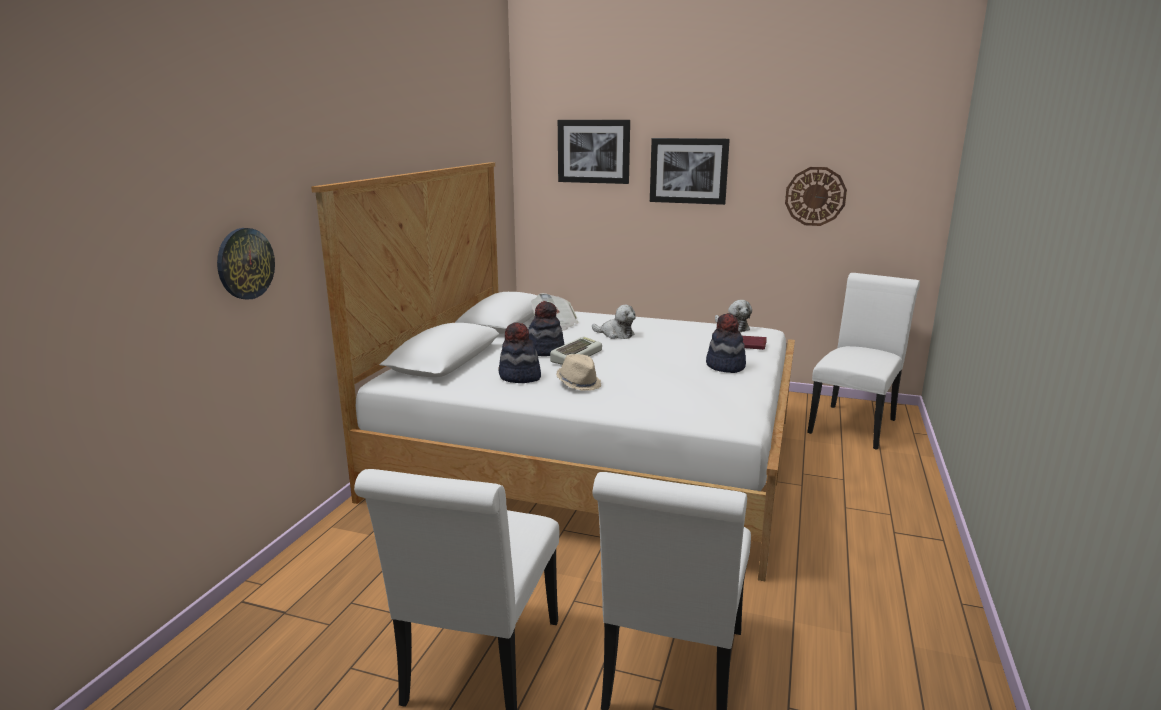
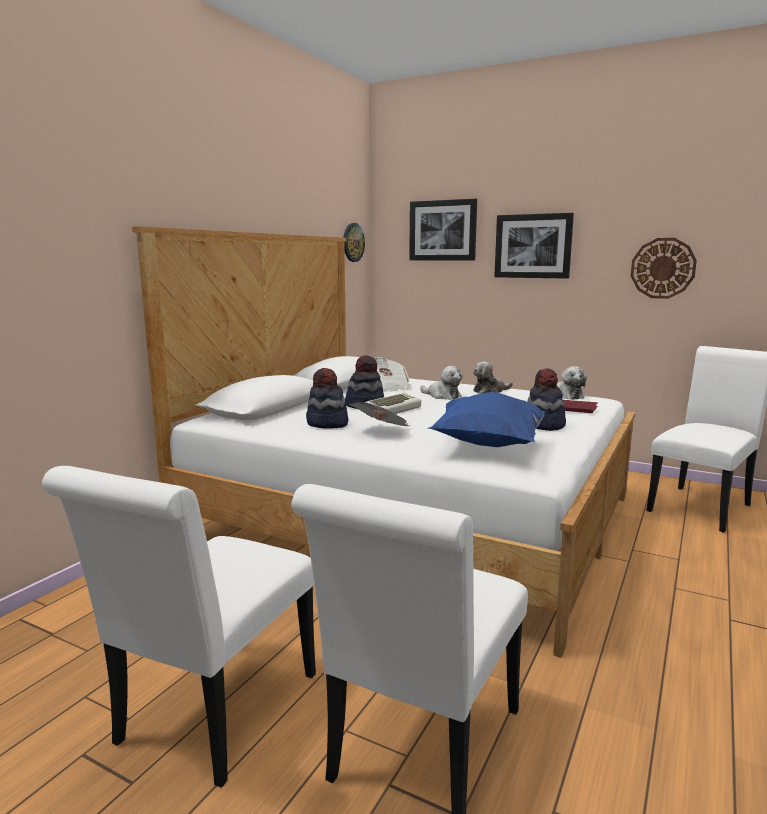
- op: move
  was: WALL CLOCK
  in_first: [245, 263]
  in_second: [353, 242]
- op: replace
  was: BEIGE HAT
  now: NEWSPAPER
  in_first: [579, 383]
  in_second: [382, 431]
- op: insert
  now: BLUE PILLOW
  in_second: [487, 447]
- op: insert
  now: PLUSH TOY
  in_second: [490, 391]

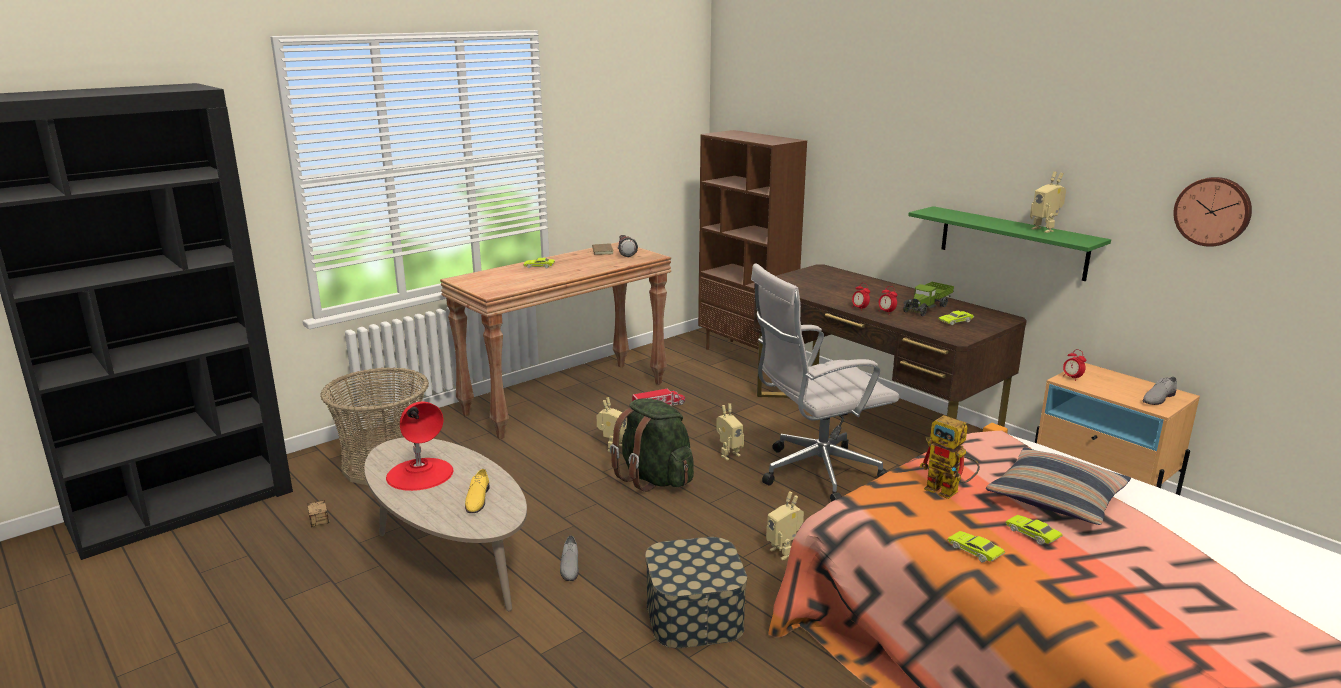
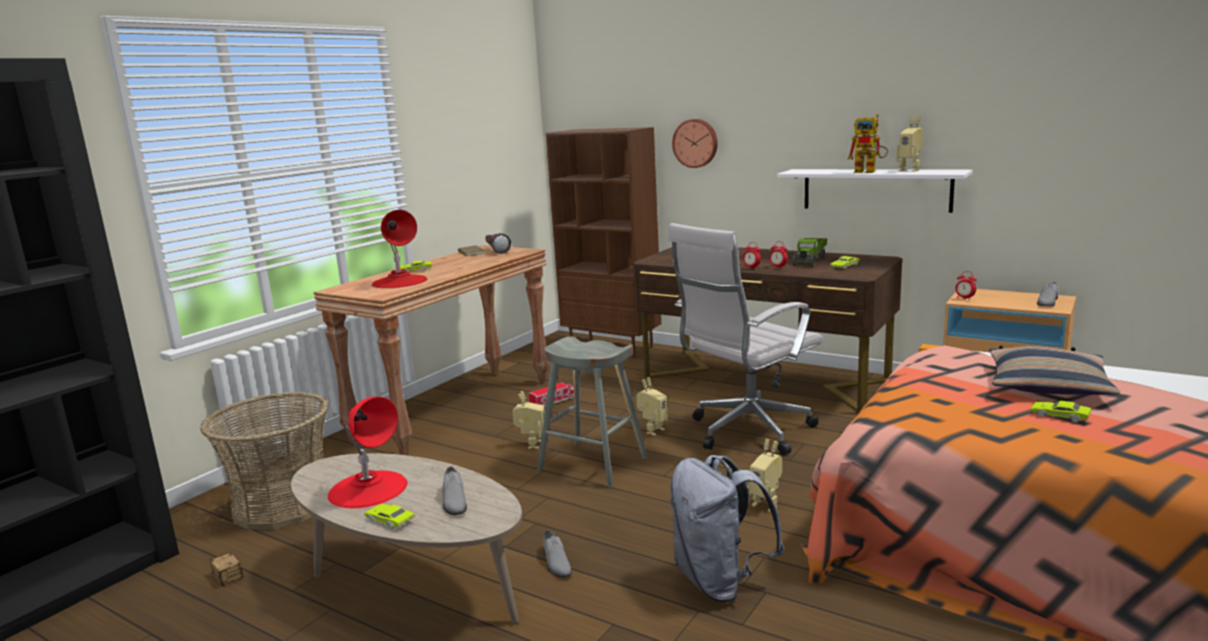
- op: recolor
  was: YELLOW SHOE
  now: GREY SHOE
  in_first: [477, 499]
  in_second: [453, 500]
- op: replace
  was: GREEN BACKPACK
  now: GREY STOOL
  in_first: [654, 479]
  in_second: [593, 464]
- op: replace
  was: STORAGE BOX
  now: GREY BACKPACK
  in_first: [694, 615]
  in_second: [720, 582]
- op: recolor
  was: GREEN SHELF
  now: WHITE SHELF
  in_first: [1012, 242]
  in_second: [876, 189]
- op: move
  was: TOY ROBOT
  in_first: [949, 491]
  in_second: [870, 171]
- op: move
  was: GREEN TOY CAR
  in_first: [974, 551]
  in_second: [390, 520]
- op: move
  was: WALL CLOCK
  in_first: [1213, 211]
  in_second: [695, 143]
- op: insert
  now: RED TABLE LAMP
  in_second: [400, 281]

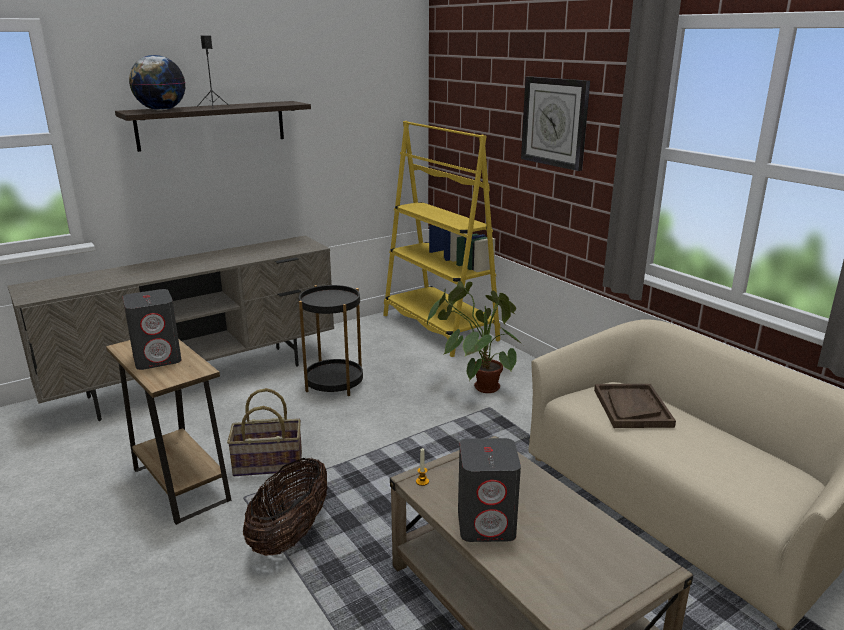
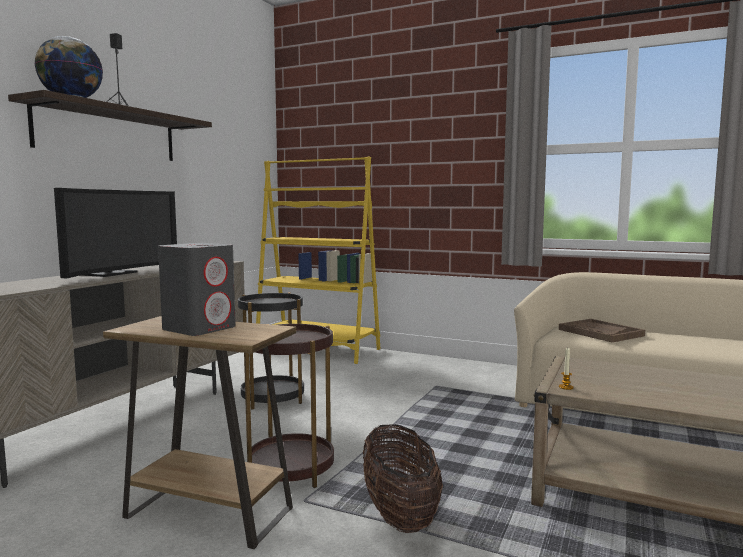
- op: replace
  was: BASKET
  now: BROWN SIDE TABLE
  in_first: [267, 464]
  in_second: [291, 469]
- op: delete
  was: POTTED PLANT
  in_first: [476, 383]
- op: delete
  was: GREY SPEAKER
  in_first: [487, 524]
- op: delete
  was: WALL CLOCK
  in_first: [555, 122]
- op: insert
  now: TELEVISION
  in_second: [112, 274]

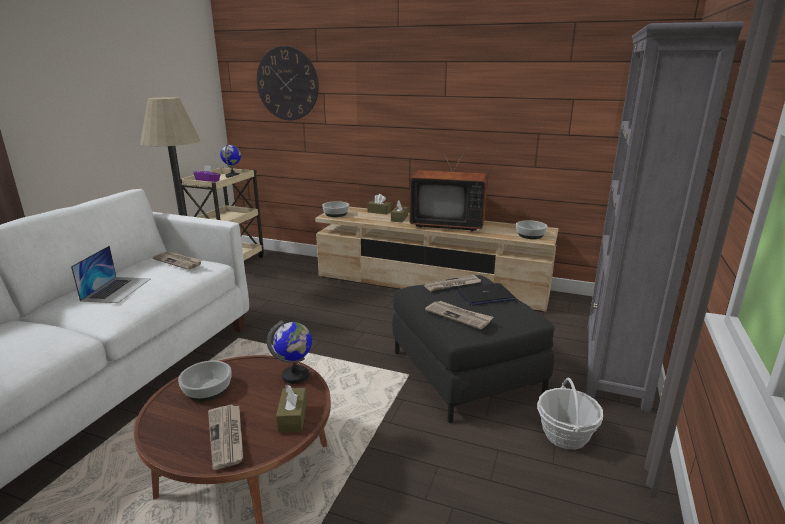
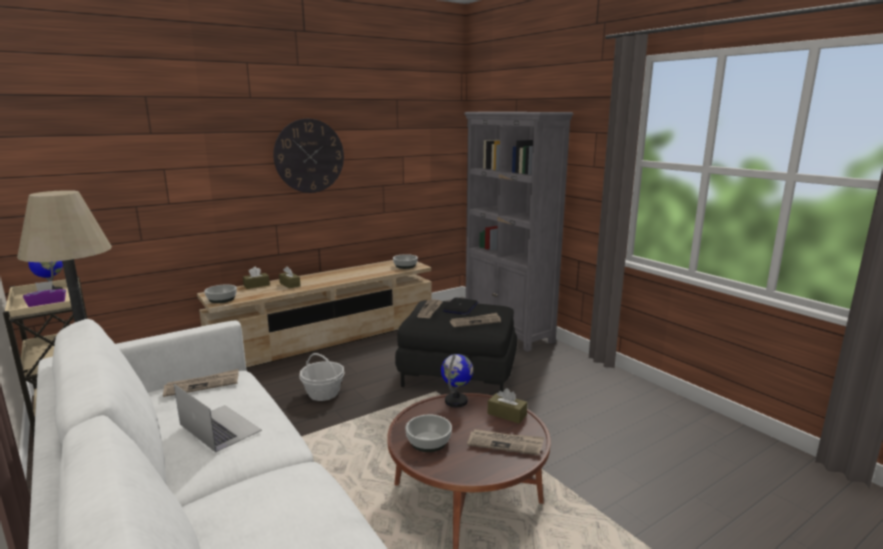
- op: move
  was: WALL CLOCK
  in_first: [287, 84]
  in_second: [309, 156]
- op: delete
  was: TELEVISION
  in_first: [447, 224]
- op: move
  was: BASKET
  in_first: [565, 435]
  in_second: [323, 393]

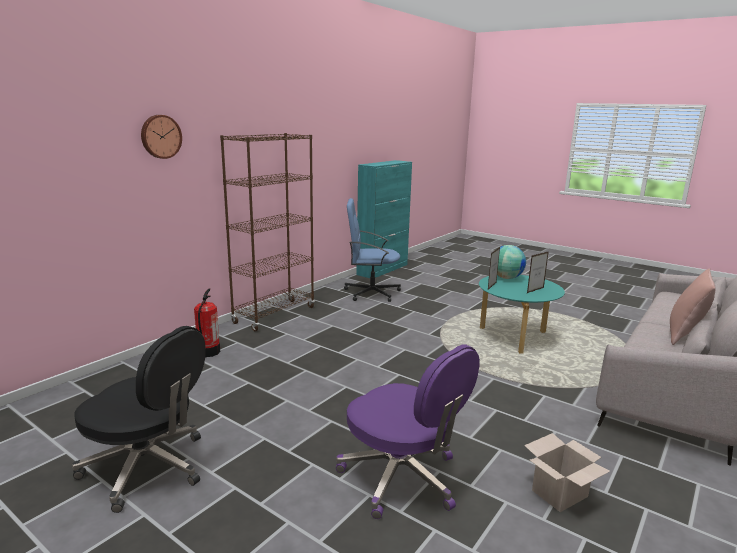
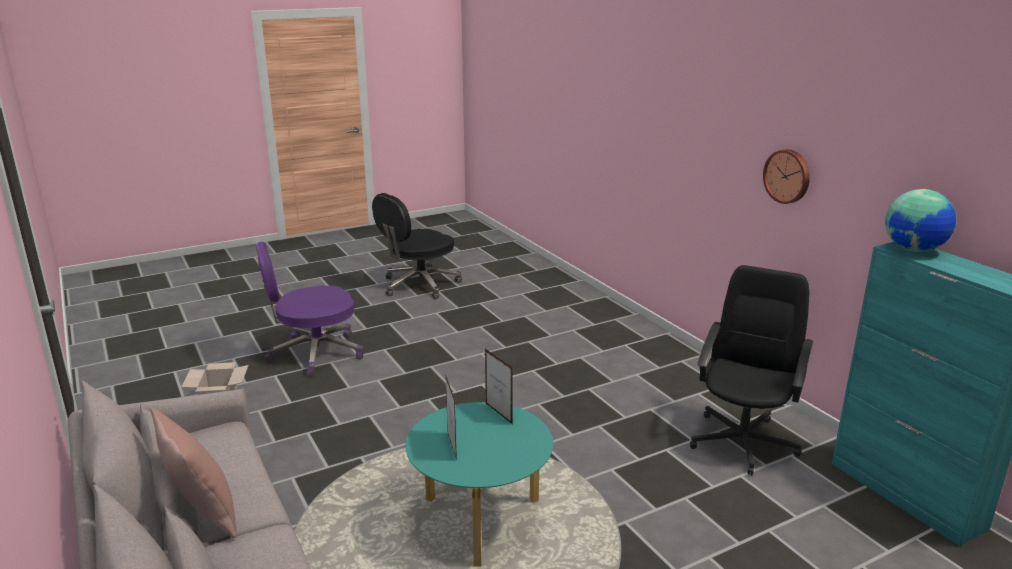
- op: move
  was: WALL CLOCK
  in_first: [160, 136]
  in_second: [788, 176]
- op: delete
  was: FIRE EXTINGUISHER
  in_first: [208, 352]
- op: delete
  was: BROWN BOOKCASE
  in_first: [274, 315]
- op: recolor
  was: BLUE OFFICE CHAIR
  now: BLACK OFFICE CHAIR
  in_first: [371, 293]
  in_second: [743, 441]
- op: move
  was: GLOBE
  in_first: [506, 278]
  in_second: [914, 250]

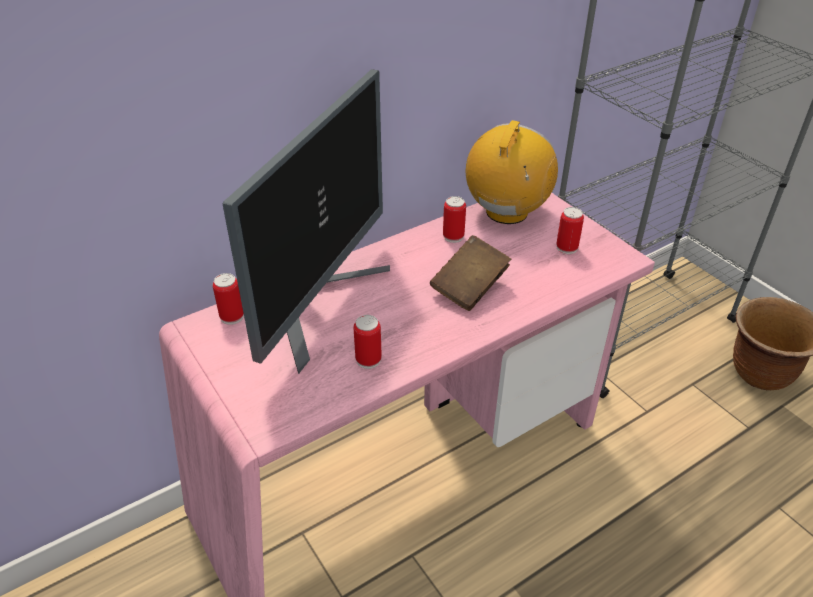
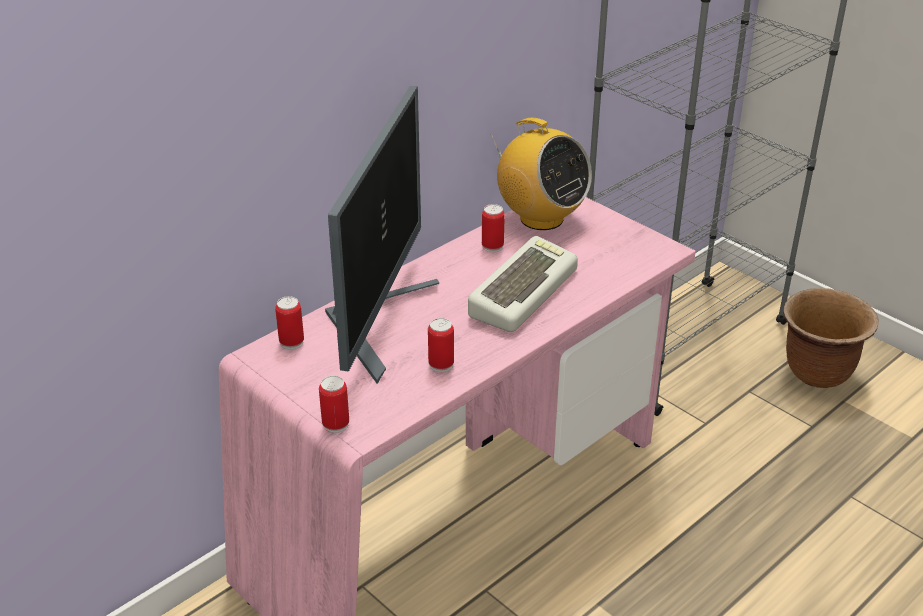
- op: replace
  was: BROWN BOOK
  now: KEYBOARD
  in_first: [469, 287]
  in_second: [521, 291]
- op: rotate
  was: RADIO
  in_first: [506, 212]
  in_second: [540, 218]
  clockwise: 120
- op: move
  was: CAN
  in_first: [566, 248]
  in_second: [335, 424]

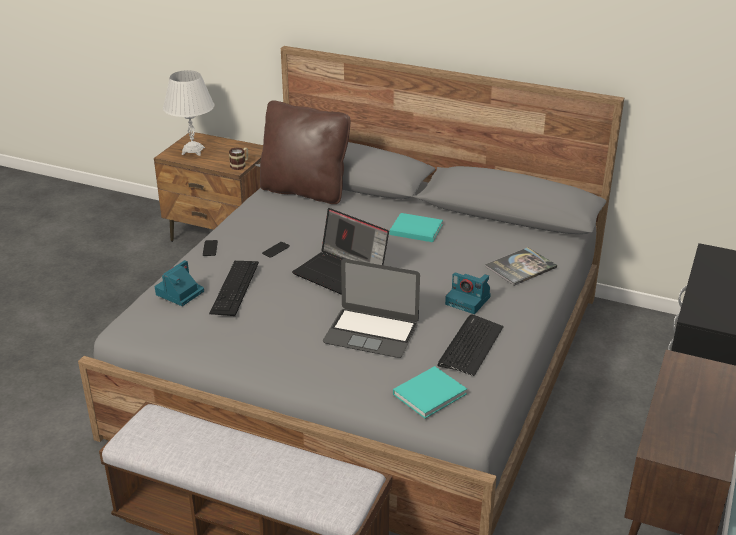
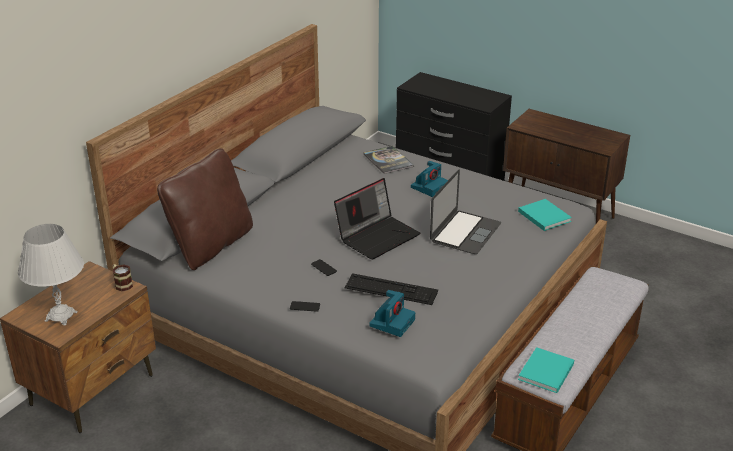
- op: rotate
  was: PHOTO CAMERA
  in_first: [179, 293]
  in_second: [392, 322]
  clockwise: -105
- op: move
  was: TURQUOISE BOOK
  in_first: [414, 229]
  in_second: [545, 373]
- op: delete
  was: KEYBOARD
  in_first: [470, 346]

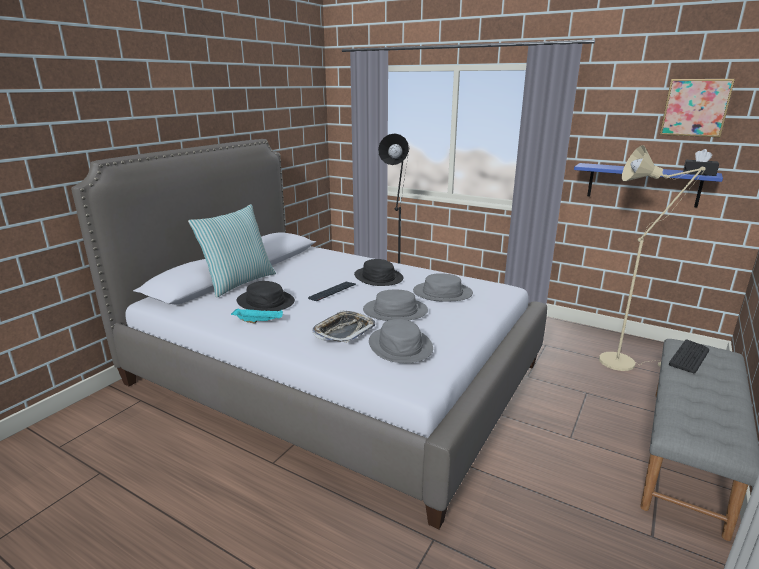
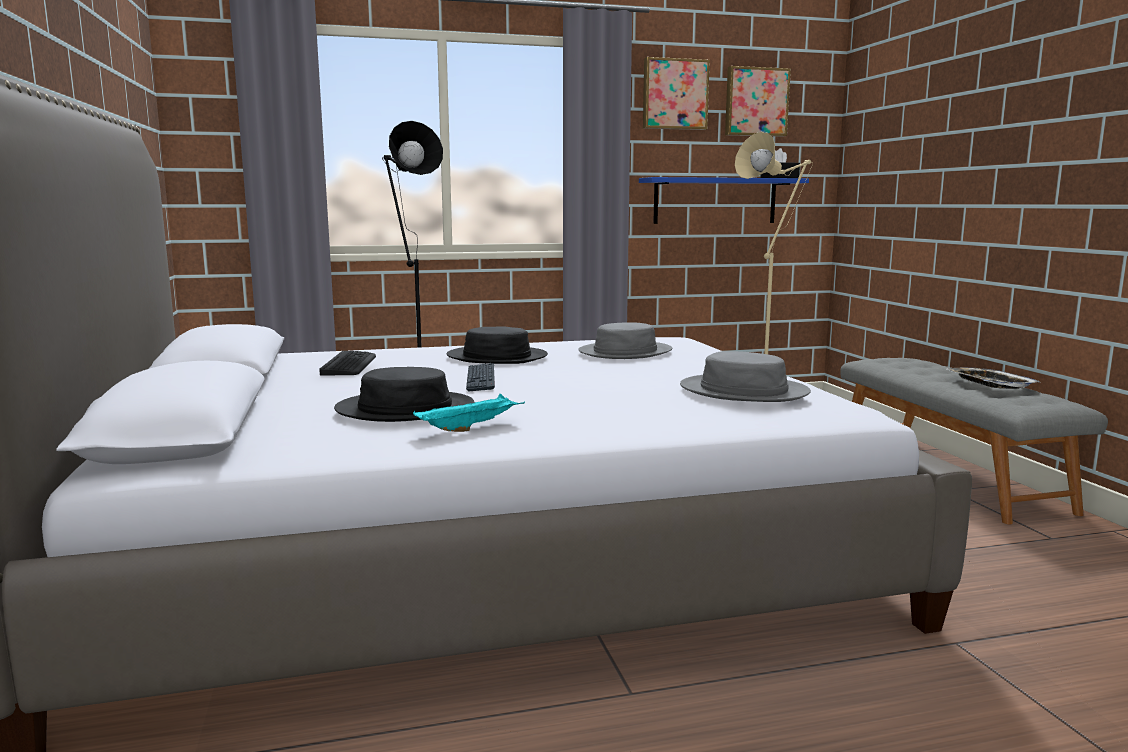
- op: delete
  was: PILLOW
  in_first: [238, 282]
- op: move
  was: TRAY
  in_first: [344, 331]
  in_second: [990, 384]
- op: delete
  was: GREY HAT
  in_first: [395, 311]
- op: move
  was: KEYBOARD
  in_first: [689, 357]
  in_second: [349, 365]
- op: insert
  now: PICTURE
  in_second: [674, 94]

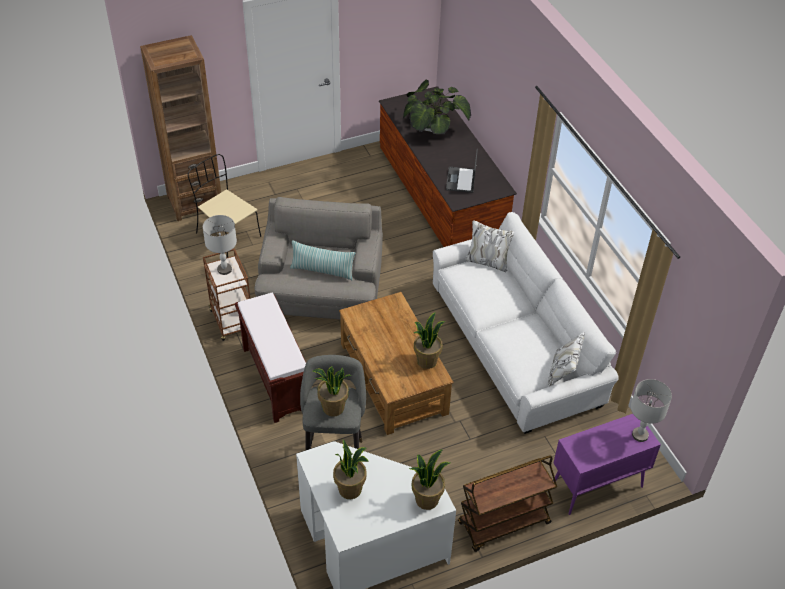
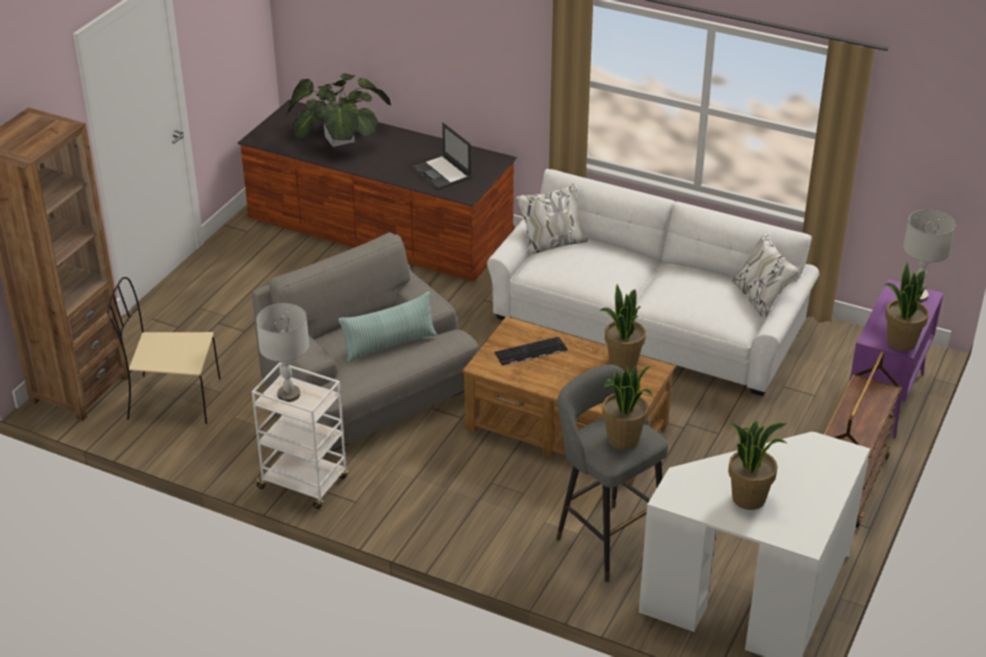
- op: recolor
  was: BROWN CART
  now: WHITE CART
  in_first: [232, 322]
  in_second: [304, 483]
- op: delete
  was: BROWN BENCH
  in_first: [275, 378]
- op: move
  was: POTTED PLANT
  in_first: [427, 499]
  in_second: [900, 342]
- op: insert
  now: KEYBOARD
  in_second: [530, 352]

